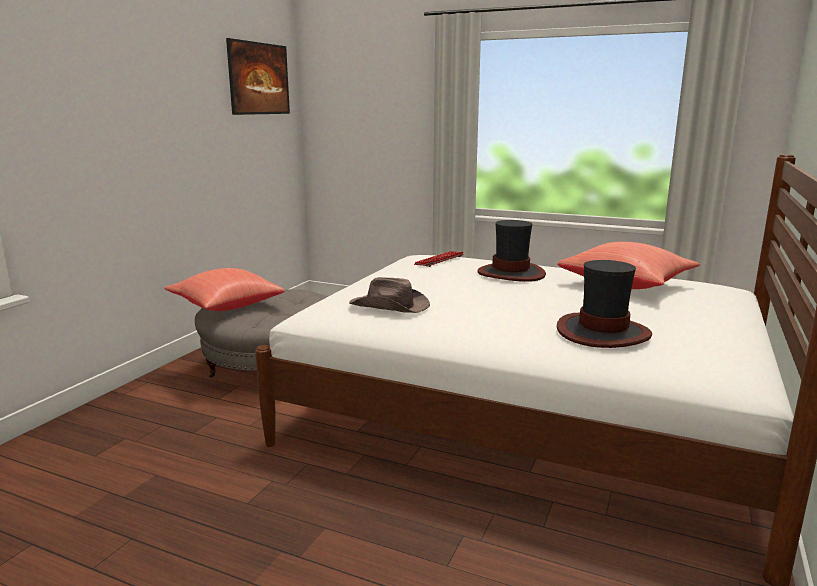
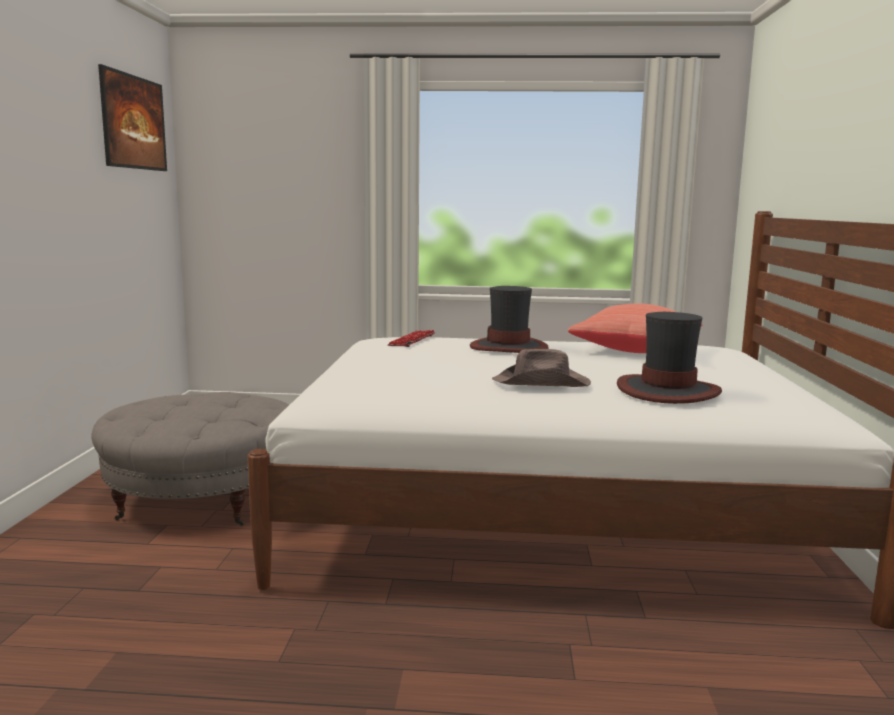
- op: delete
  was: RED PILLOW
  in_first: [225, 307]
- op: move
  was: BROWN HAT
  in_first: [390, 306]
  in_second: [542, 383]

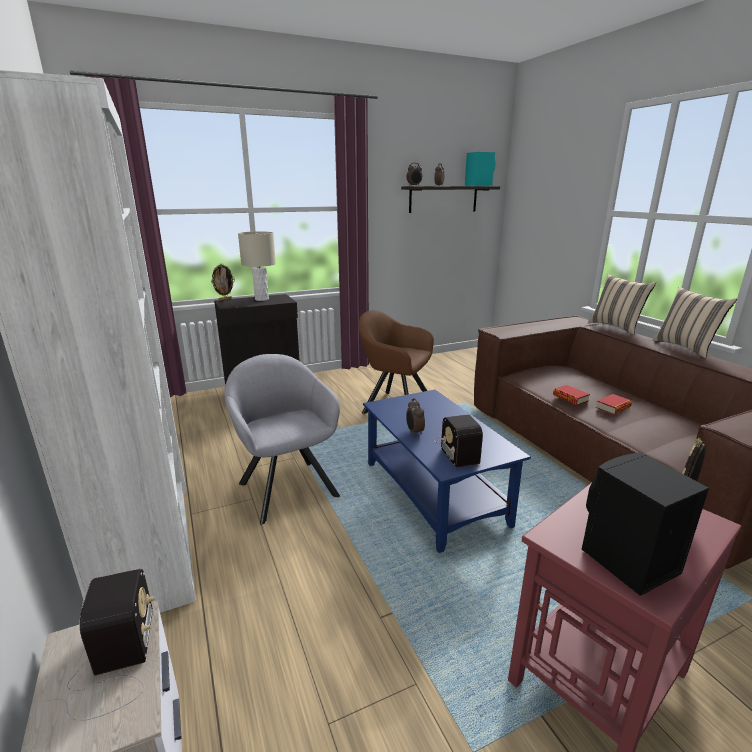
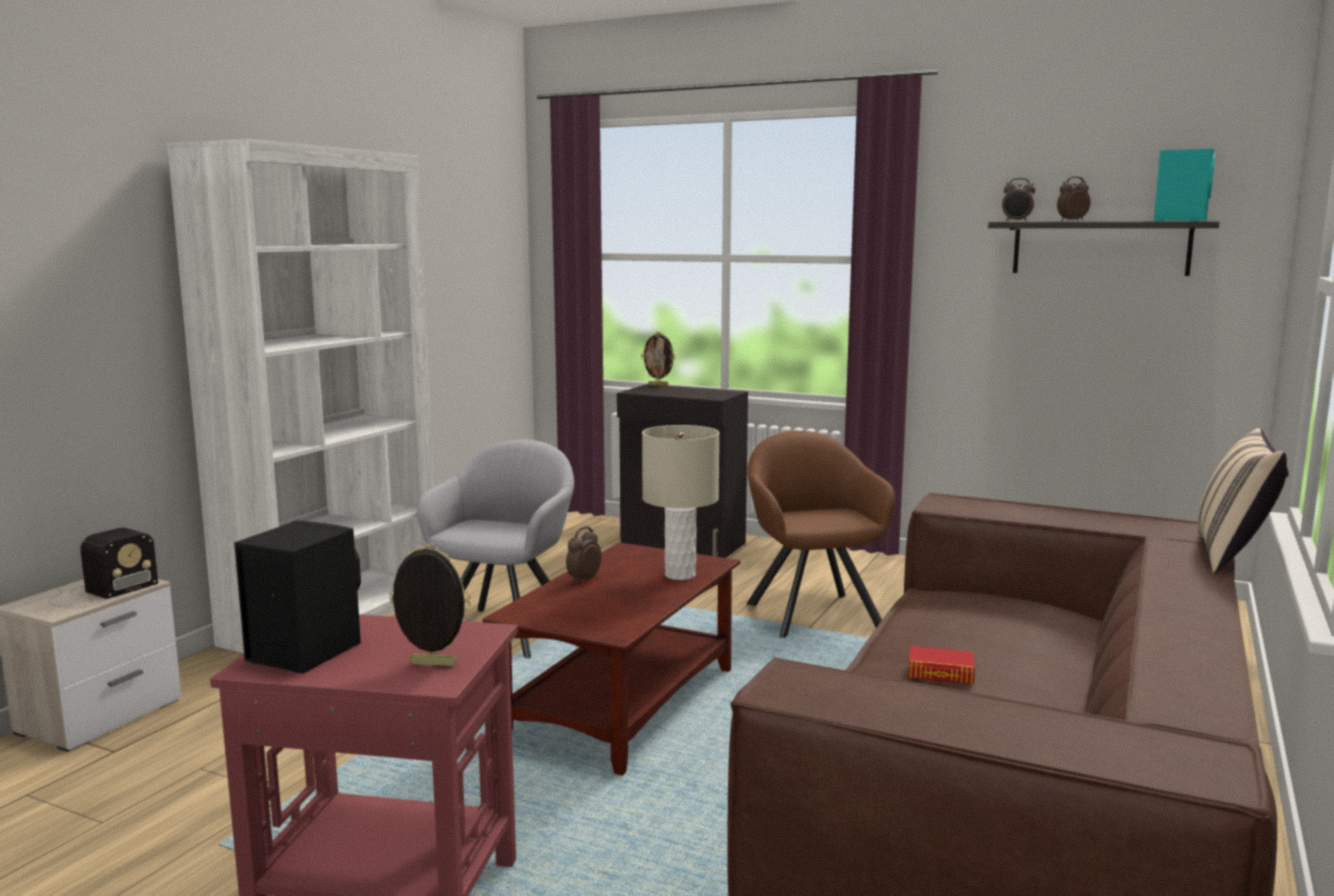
- op: move
  was: BEIGE TABLE LAMP
  in_first: [262, 299]
  in_second: [680, 575]
- op: recolor
  was: BLUE COFFEE TABLE
  now: BROWN COFFEE TABLE
  in_first: [435, 493]
  in_second: [622, 706]
- op: delete
  was: RADIO
  in_first: [457, 448]
- op: delete
  was: BOOK
  in_first: [570, 398]
- op: delete
  was: BEIGE PILLOW
  in_first: [685, 347]

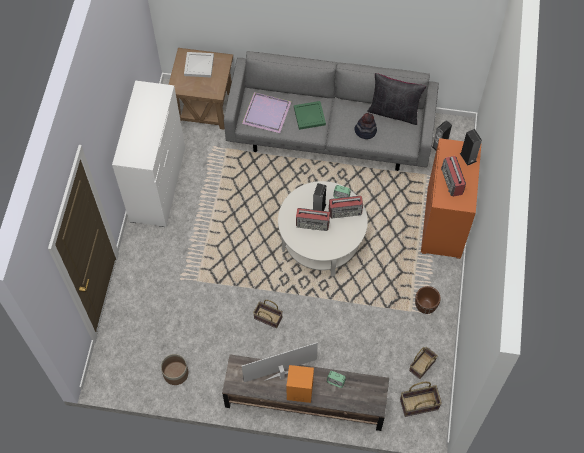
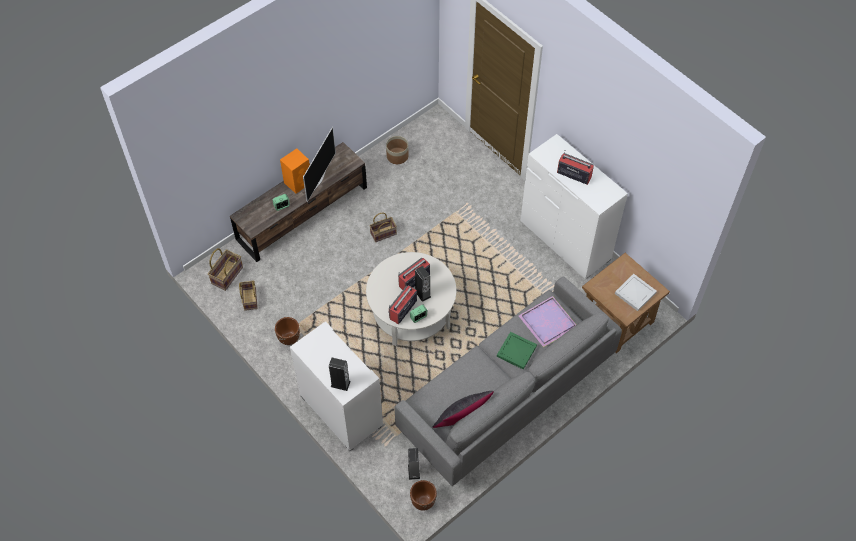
- op: delete
  was: HAT
  in_first: [365, 131]
- op: recolor
  was: ORANGE CABINET
  now: WHITE CABINET
  in_first: [444, 223]
  in_second: [340, 410]
- op: move
  was: RADIO
  in_first: [452, 181]
  in_second: [573, 174]
- op: insert
  now: BROWN PLANTER
  in_second: [423, 502]

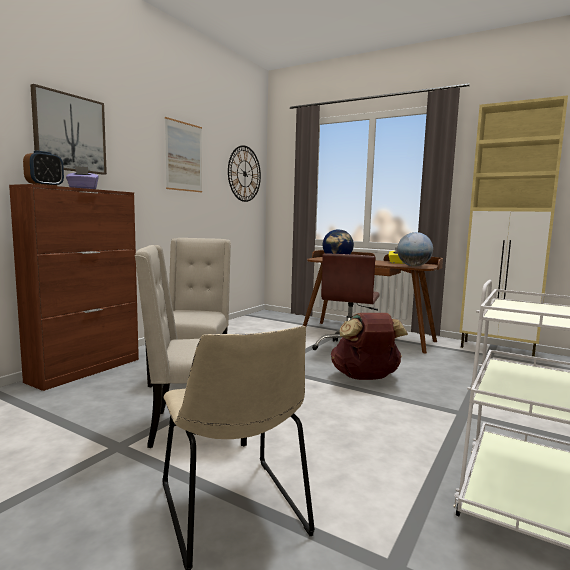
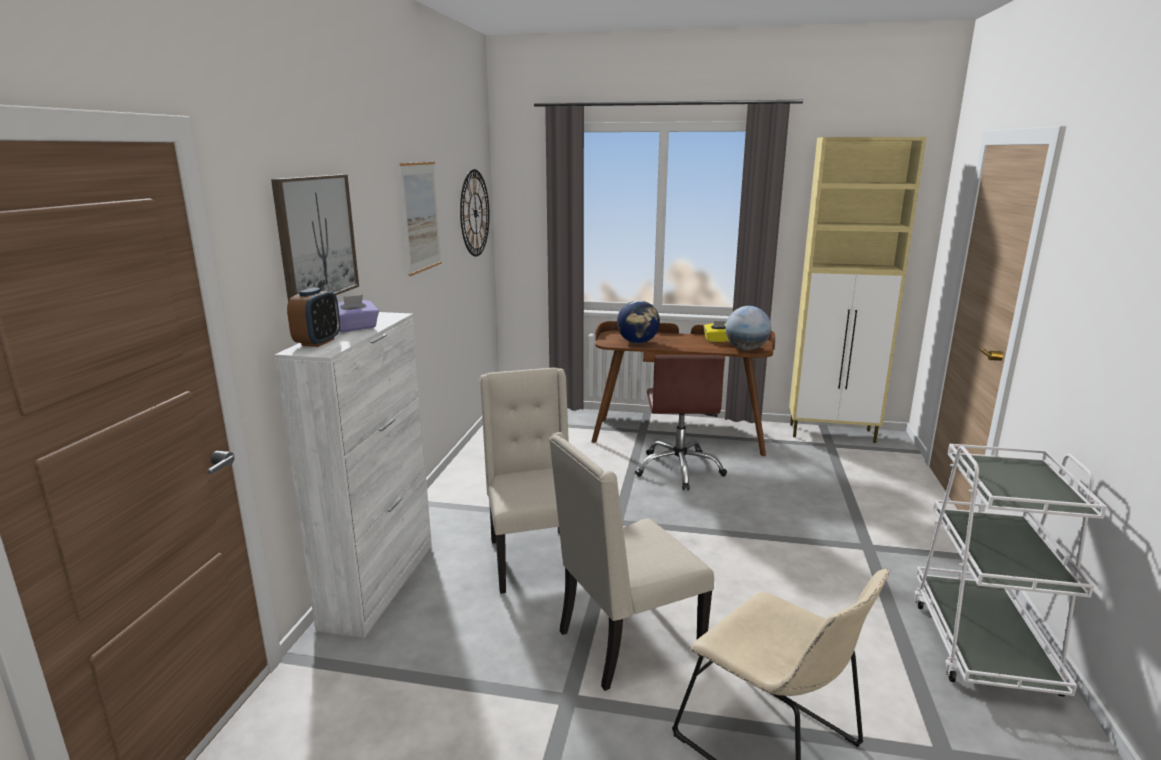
- op: recolor
  was: BROWN CABINET
  now: WHITE CABINET
  in_first: [86, 370]
  in_second: [380, 583]
- op: delete
  was: BROWN BACKPACK
  in_first: [365, 378]

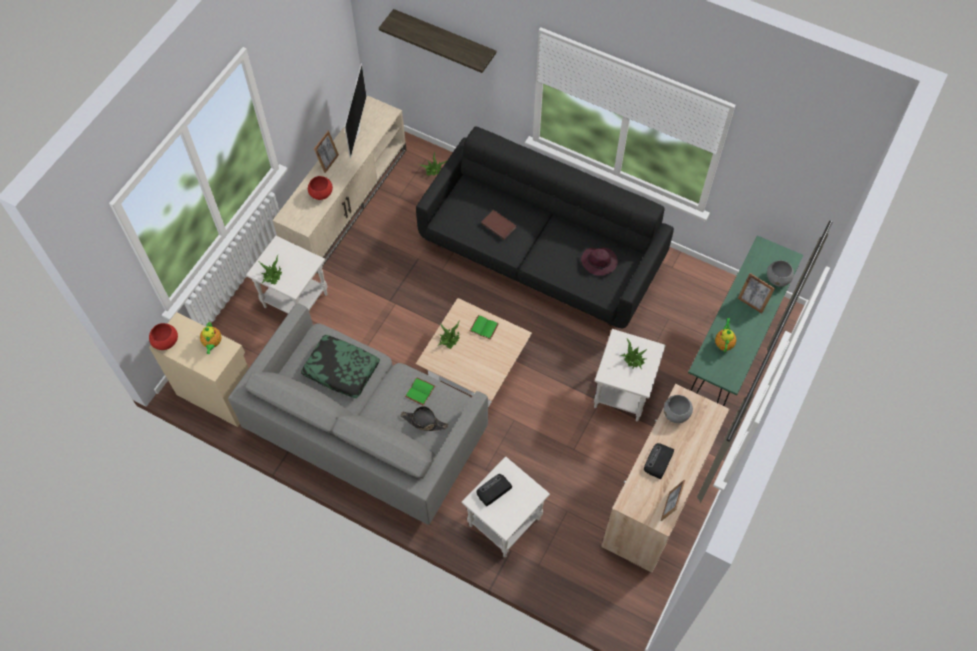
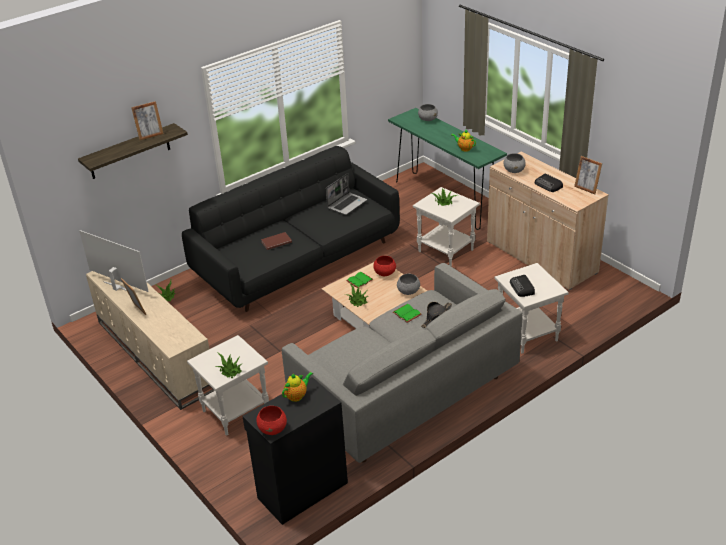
- op: recolor
  was: BEIGE CABINET
  now: BLACK CABINET
  in_first: [218, 393]
  in_second: [301, 490]
- op: rotate
  was: TEAPOT
  in_first: [212, 343]
  in_second: [297, 396]
  clockwise: -60
- op: delete
  was: PILLOW
  in_first: [341, 370]
- op: move
  was: RED BOWL
  in_first: [321, 193]
  in_second: [384, 273]
- op: replace
  was: PURPLE HAT
  now: LAPTOP
  in_first: [599, 262]
  in_second: [347, 204]
- op: move
  was: PICTURE FRAME
  in_first: [751, 303]
  in_second: [150, 135]
- op: insert
  now: GREY BOWL
  in_second: [408, 291]

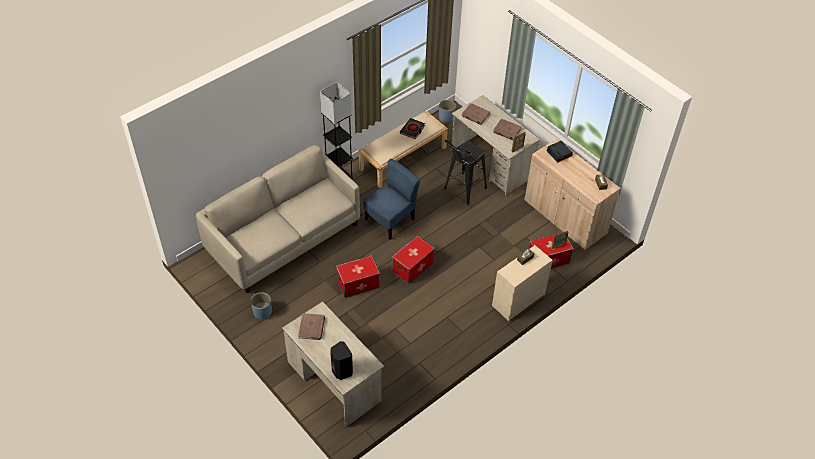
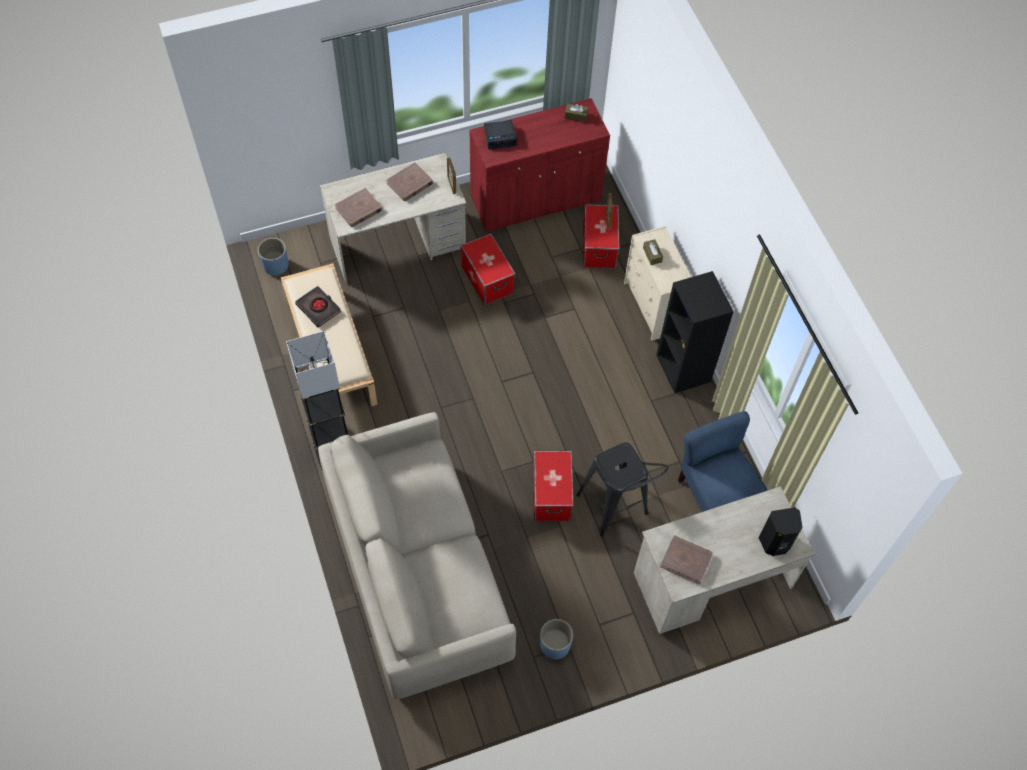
- op: move
  was: BLUE CHAIR
  in_first: [390, 220]
  in_second: [714, 495]
- op: move
  was: STORAGE BOX
  in_first: [413, 267]
  in_second: [488, 279]
- op: move
  was: BLACK STOOL
  in_first: [462, 191]
  in_second: [615, 511]
- op: recolor
  was: BEIGE CABINET
  now: RED CABINET
  in_first: [565, 217]
  in_second: [536, 199]
- op: insert
  now: BLACK BOOKCASE
  in_second: [684, 368]

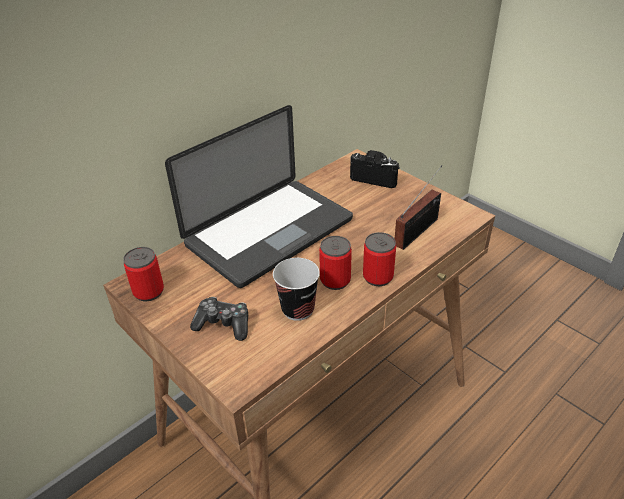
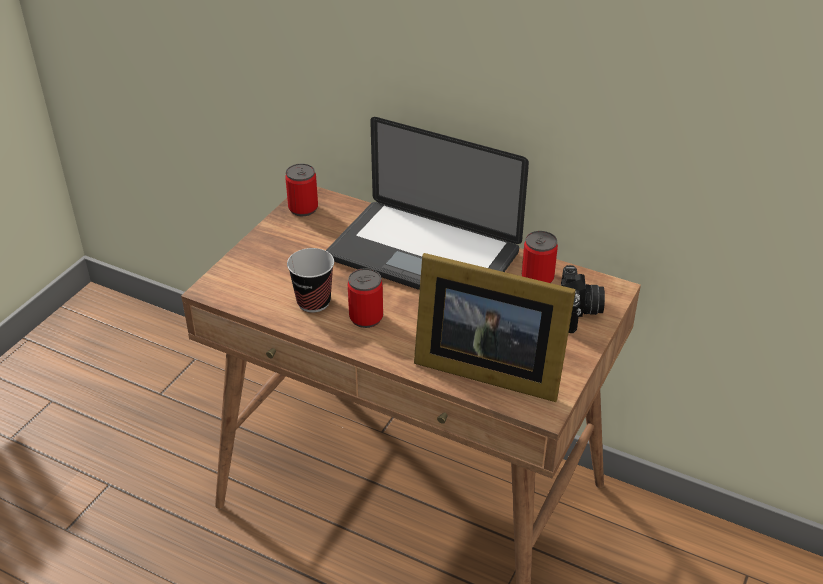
- op: delete
  was: GAME CONTROLLER
  in_first: [223, 324]
- op: move
  was: CAN
  in_first: [378, 277]
  in_second: [537, 278]
- op: replace
  was: RADIO
  now: PICTURE FRAME
  in_first: [419, 230]
  in_second: [485, 367]

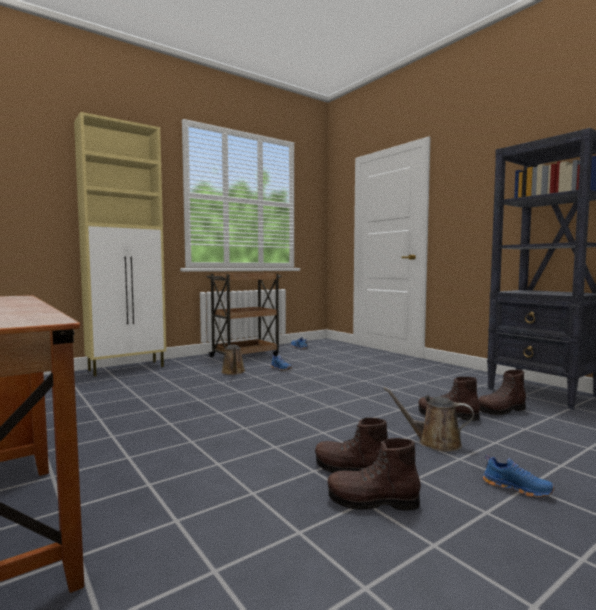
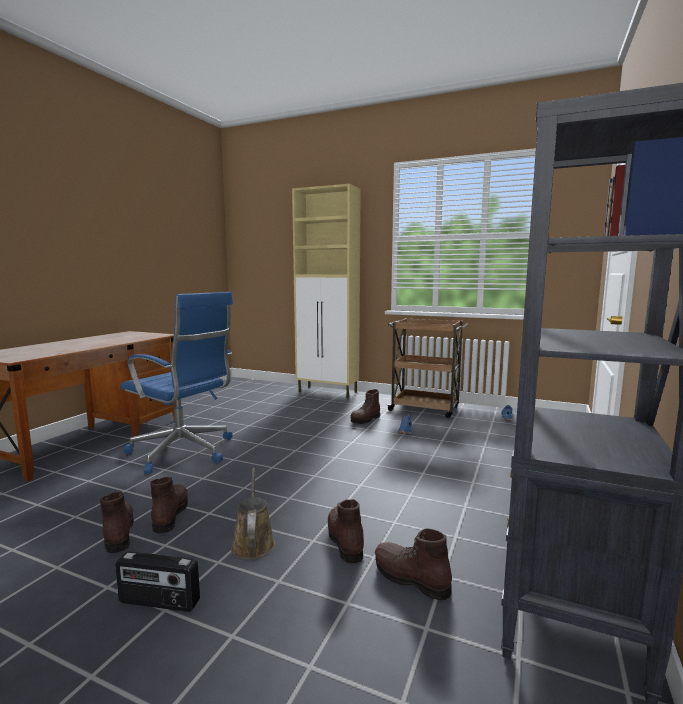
- op: replace
  was: BROWN WATERING CAN
  now: BROWN BOOT
  in_first: [233, 372]
  in_second: [365, 419]
- op: replace
  was: BLUE SHOE
  now: RADIO
  in_first: [517, 488]
  in_second: [159, 602]
- op: insert
  now: BLUE OFFICE CHAIR
  in_second: [184, 452]

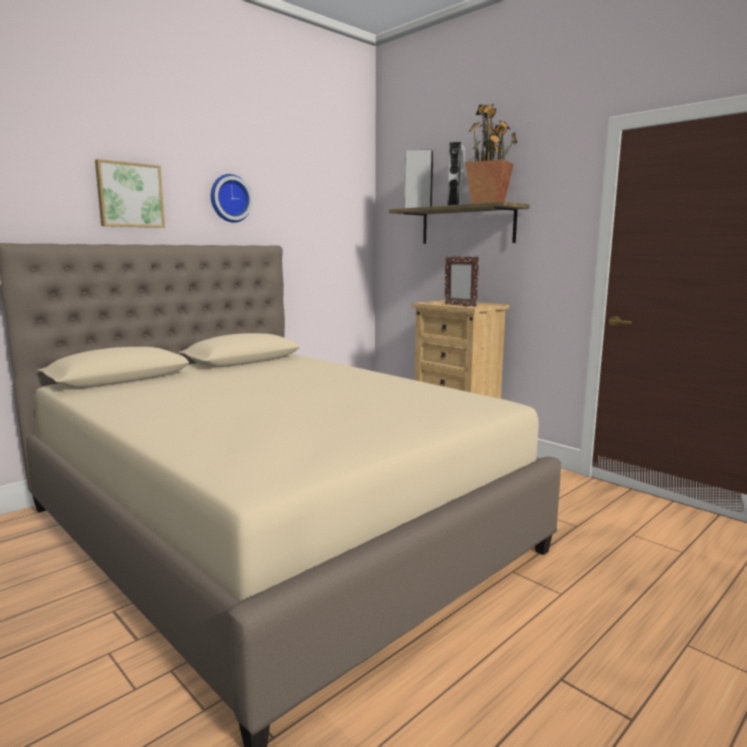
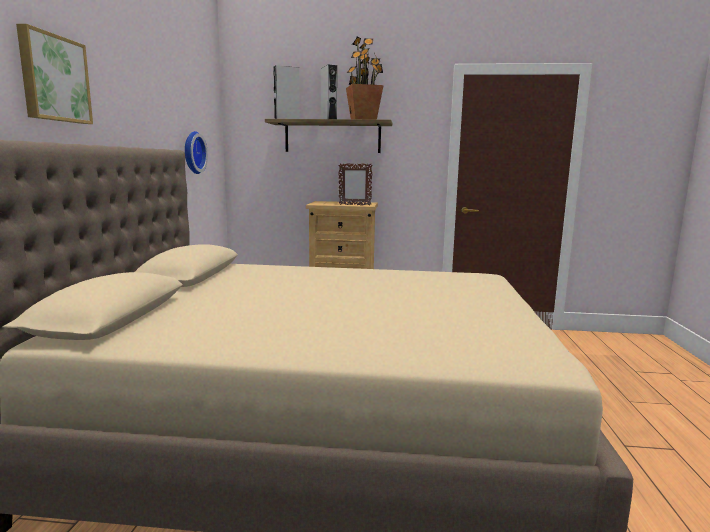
- op: move
  was: WALL CLOCK
  in_first: [229, 198]
  in_second: [192, 152]

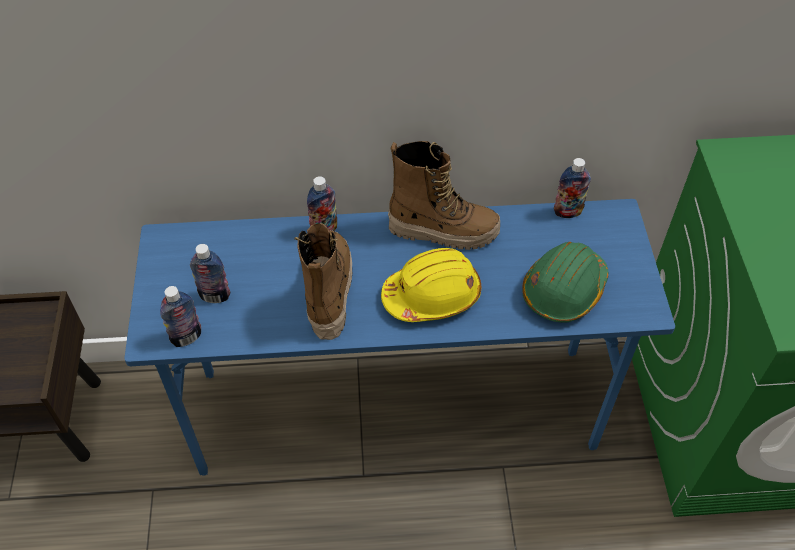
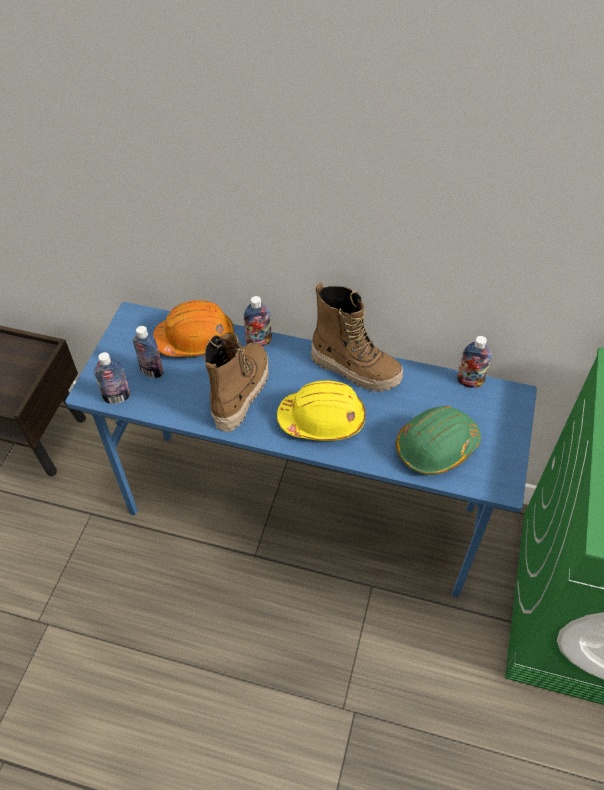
- op: insert
  now: ORANGE HARD HAT
  in_second: [195, 339]

